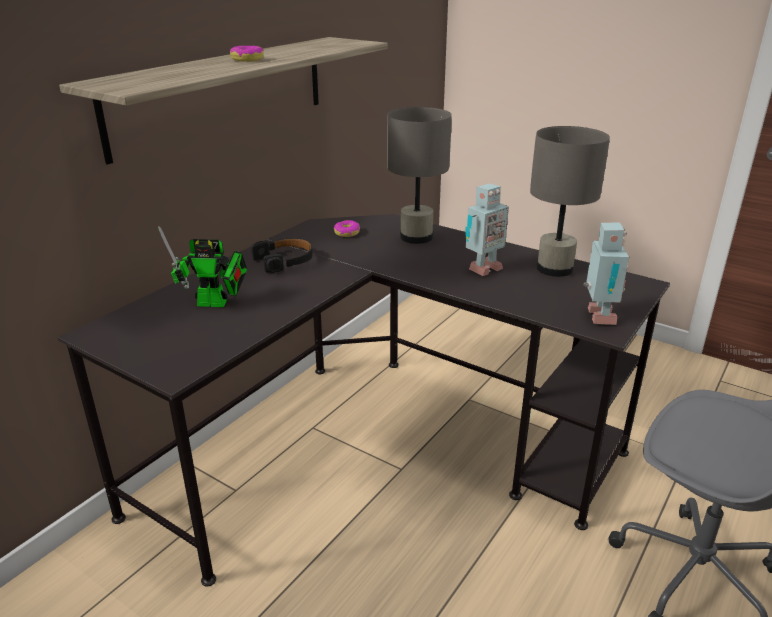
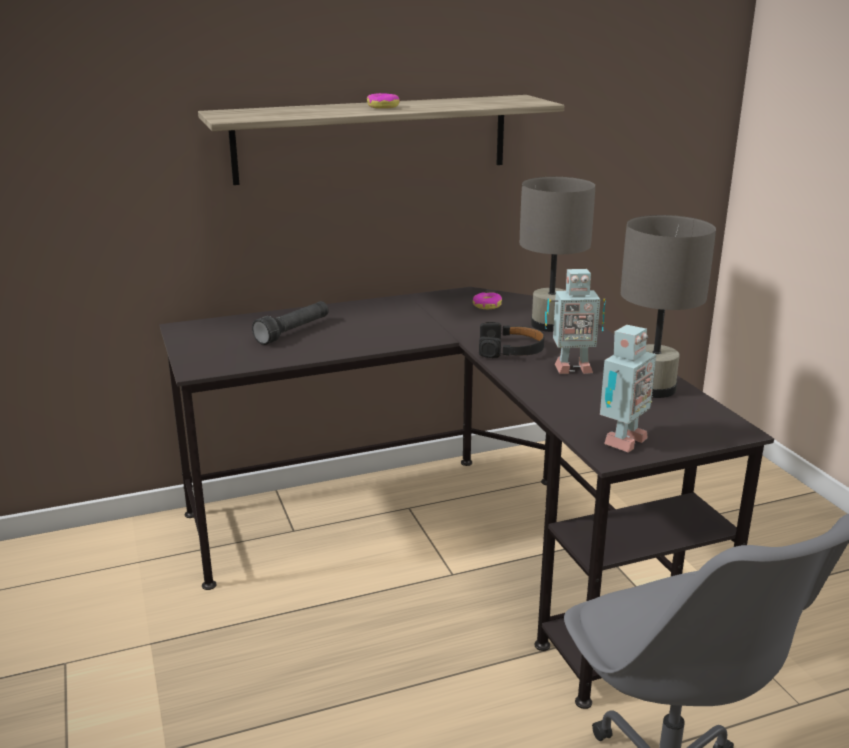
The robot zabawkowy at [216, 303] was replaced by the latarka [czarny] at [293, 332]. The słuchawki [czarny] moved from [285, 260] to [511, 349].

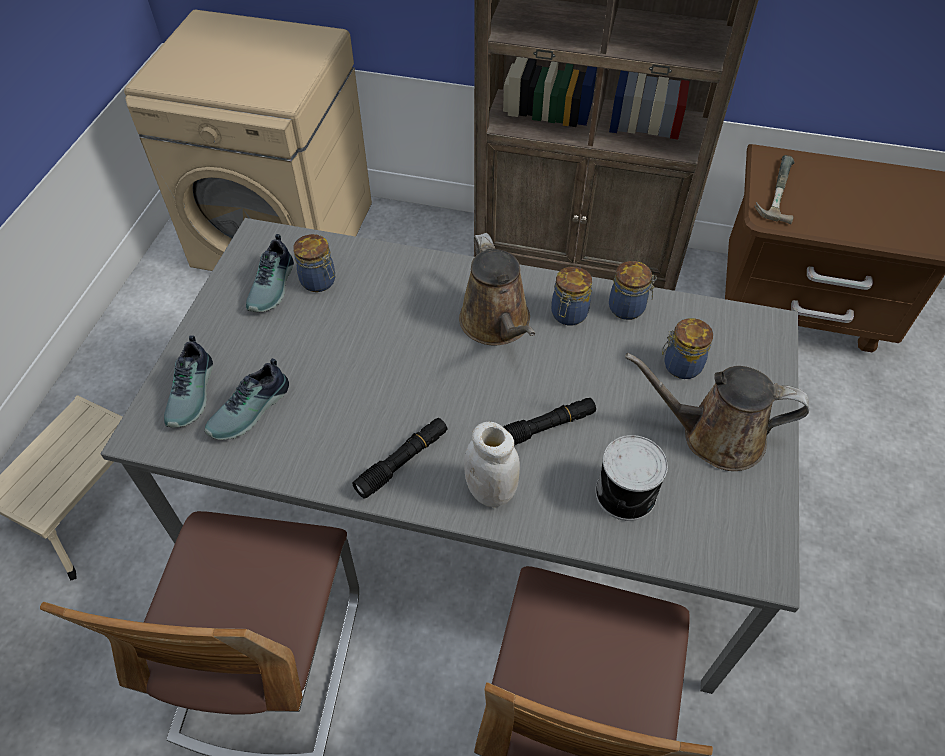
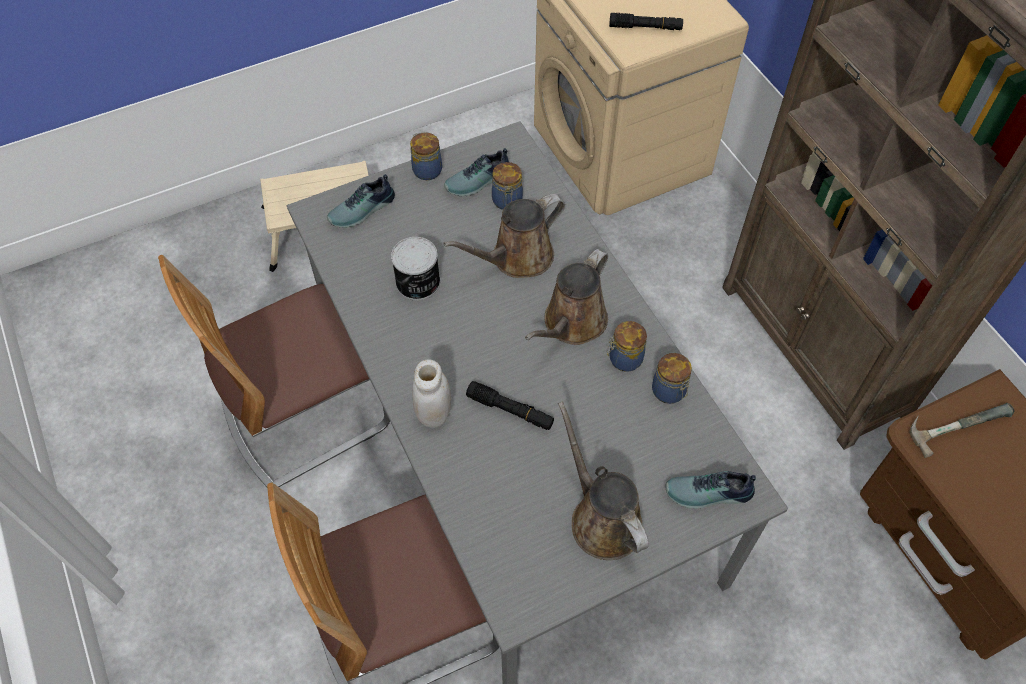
The słoik moved from [680, 366] to [426, 169]. The but moved from [251, 411] to [709, 494]. The latarka [czarny] moved from [402, 461] to [645, 27]. The puszka moved from [627, 494] to [418, 283]. The konewka [brązowy] at [517, 258] appeared.

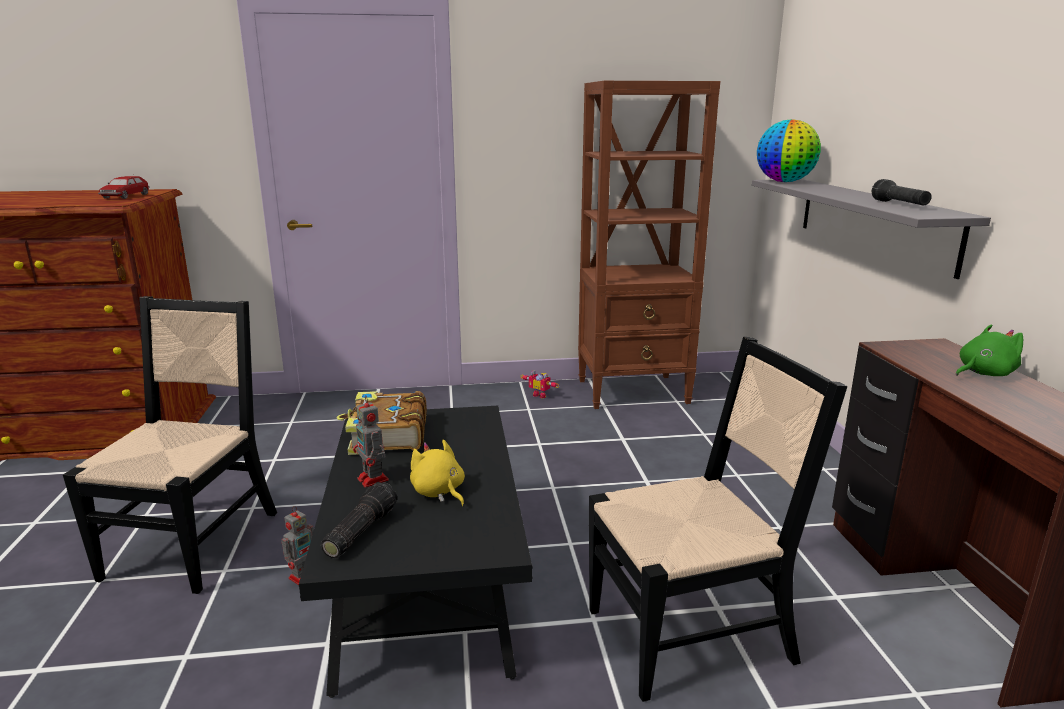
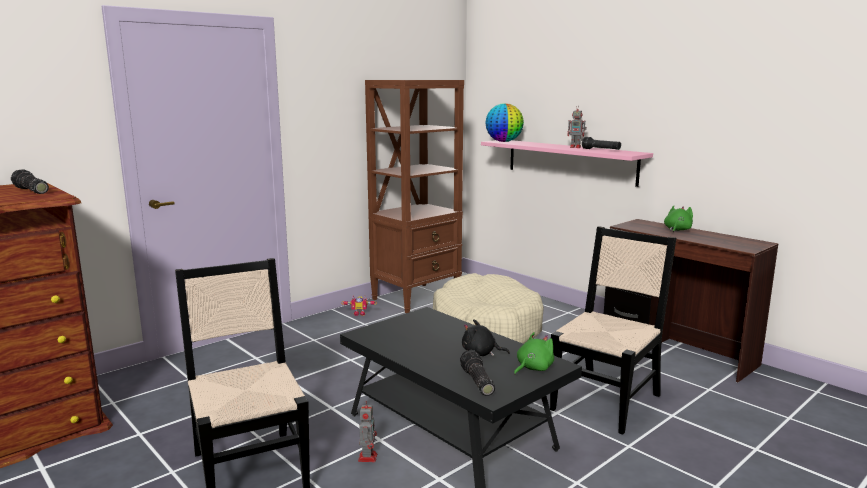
The samochodzik at [125, 196] was replaced by the latarka at [30, 191]. The półka [szary] at [872, 222] became the półka [różowy] at [570, 161]. The książka at [386, 436] disappeared. The robot zabawkowy moved from [373, 480] to [576, 147]. The pluszak [żółty] at [439, 492] became the pluszak [czarny] at [481, 353]. The legowisko [beżowy] at [486, 327] appeared. The pluszak [zielony] at [533, 368] appeared.

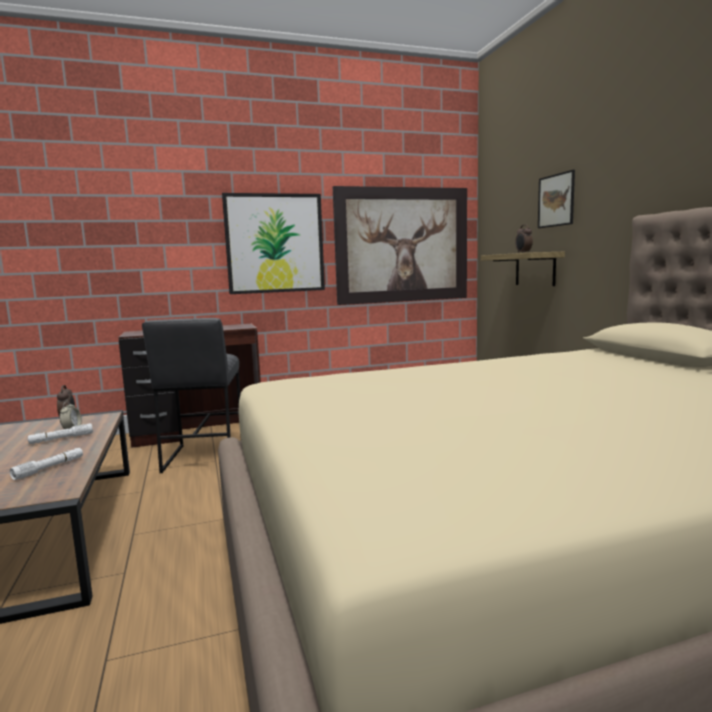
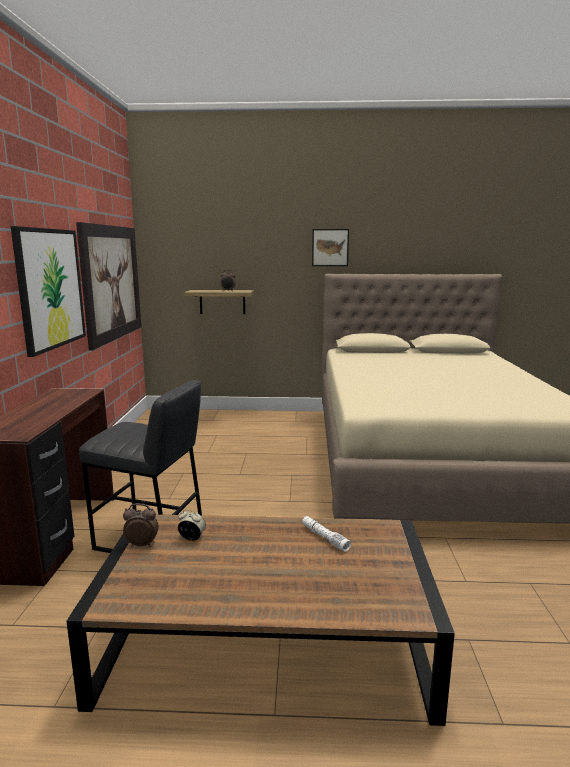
The obraz moved from [556, 200] to [330, 247]. The latarka [biały] at [61, 439] disappeared.

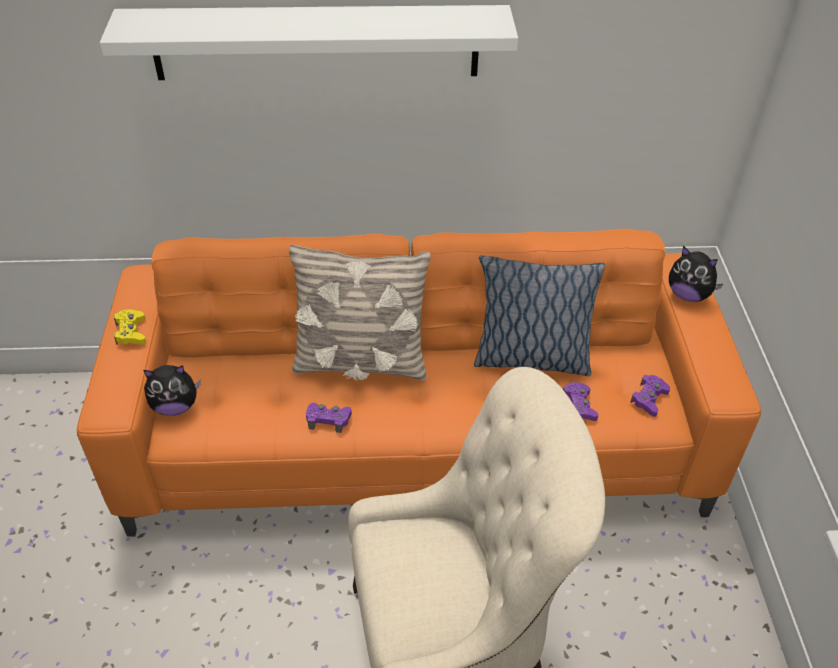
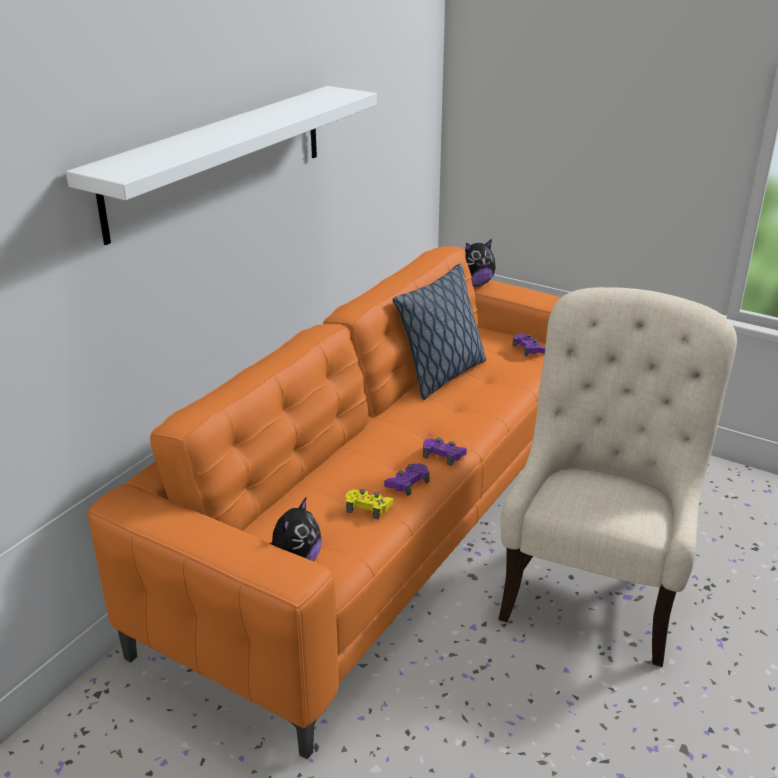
The poduszka [beżowy] at [361, 363] disappeared. The pad do gier [żółty] moved from [131, 332] to [368, 507]. The pad do gier [fioletowy] moved from [579, 406] to [443, 455].

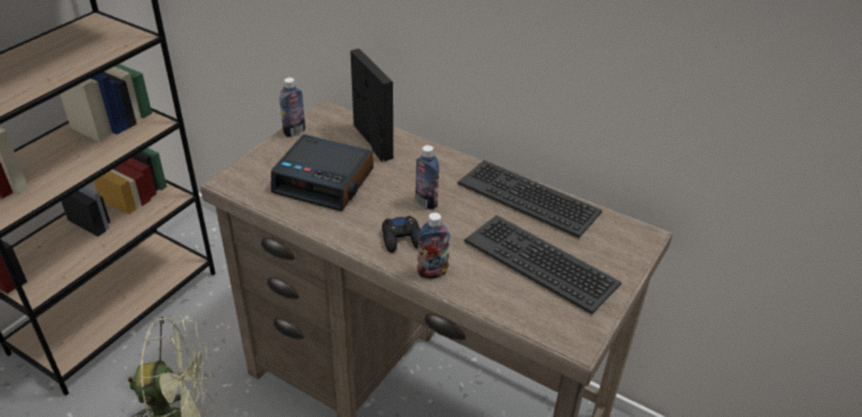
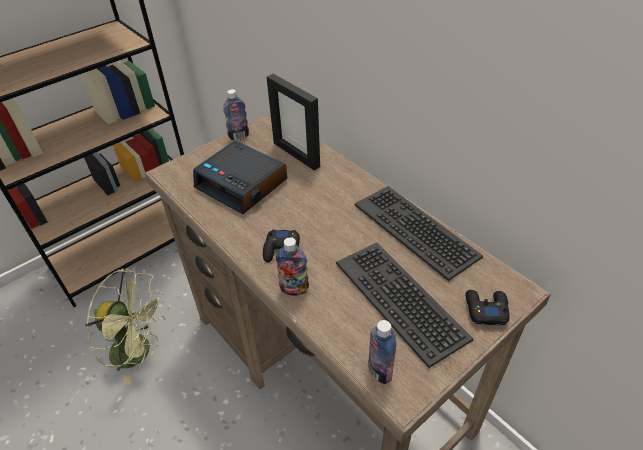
The ramka na zdjęcie at [371, 142] turned 150 degrees clockwise. The butelka moved from [426, 202] to [379, 371]. The pad do gier [czarny] at [485, 309] appeared.

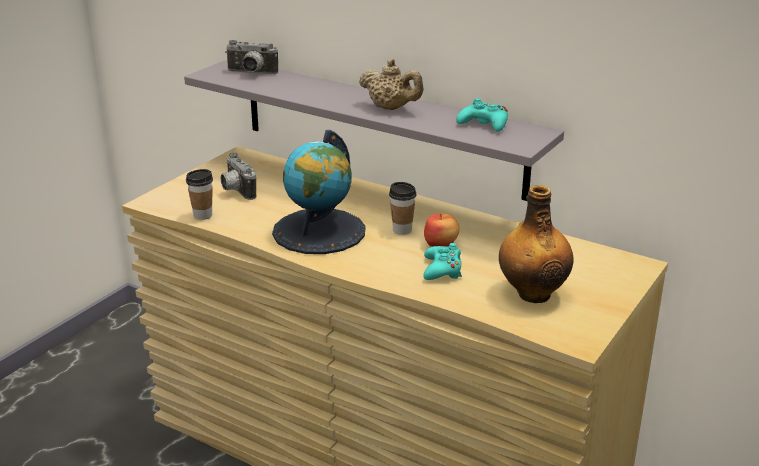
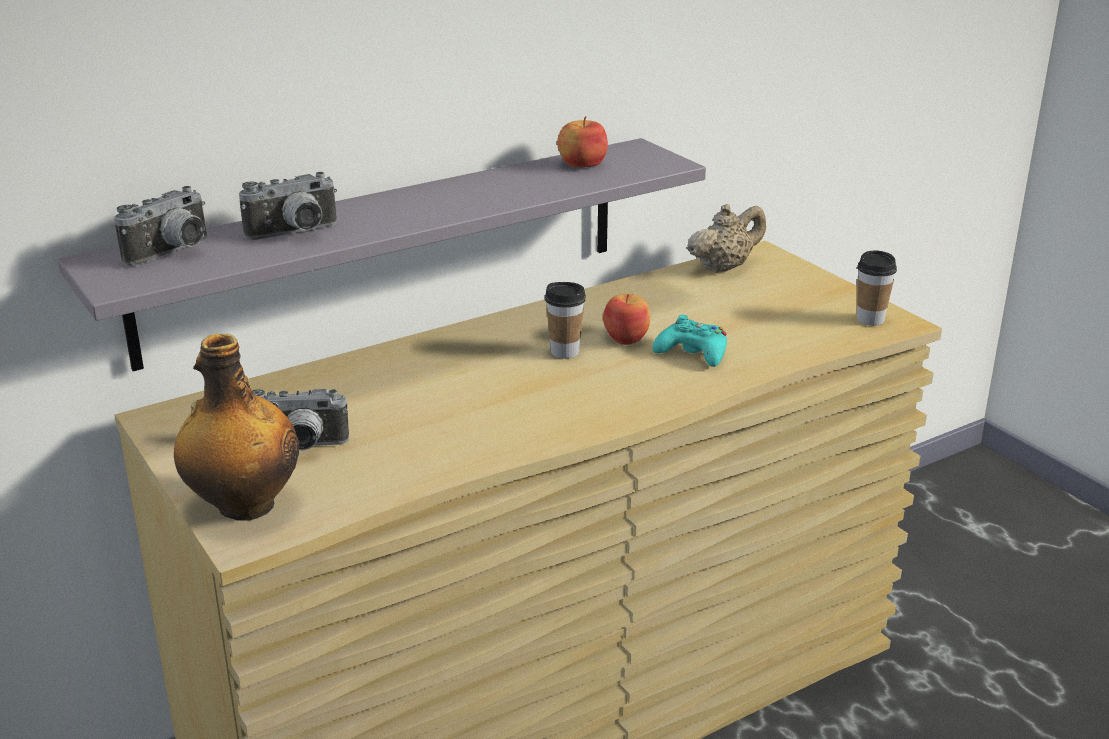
The imbryk [beżowy] moved from [391, 108] to [724, 267]. The pad do gier [turkusowy] at [484, 124] was replaced by the jabłko at [582, 164]. The globus at [319, 231] disappeared. The filiżanka moved from [203, 215] to [870, 320]. The butelka moved from [533, 293] to [244, 506]. The aparat fotograficzny at [295, 234] appeared.

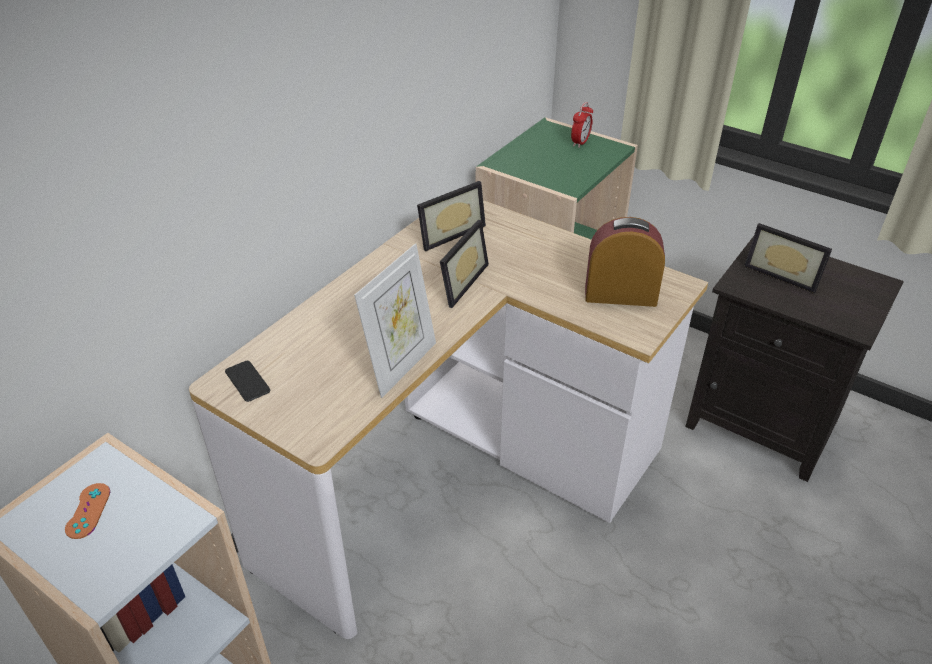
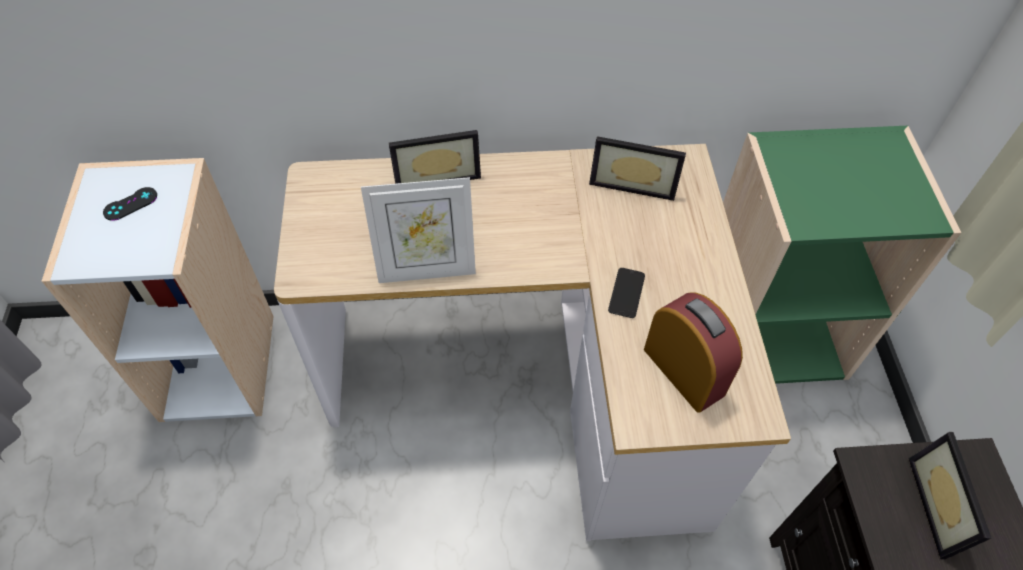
The budzik at [580, 142] disappeared. The ramka na zdjęcie moved from [457, 282] to [436, 173]. The telefon moved from [247, 381] to [626, 293]. The pad do gier [pomarańczowy] at [88, 511] became the pad do gier [czarny] at [130, 204].

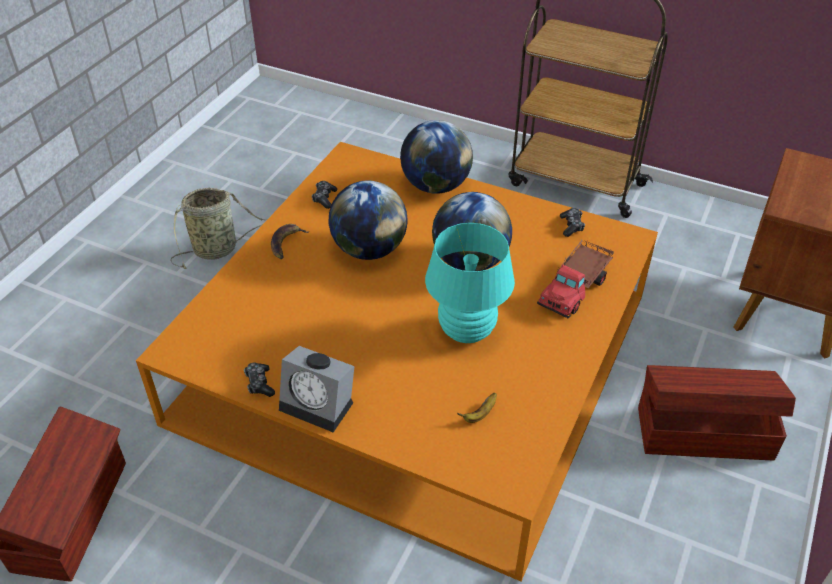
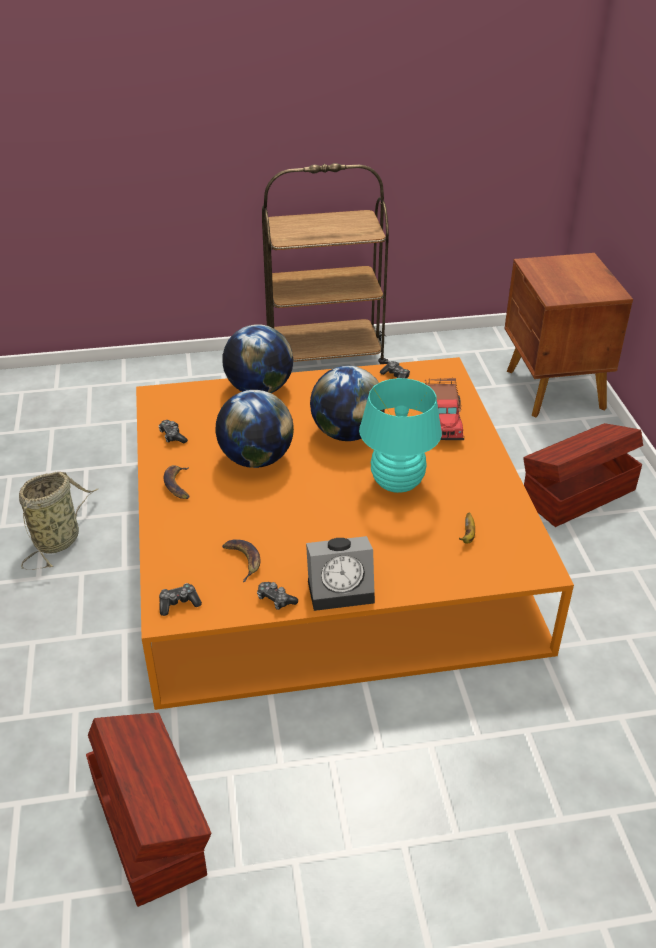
The banan at [243, 560] appeared. The pad do gier at [179, 603] appeared.

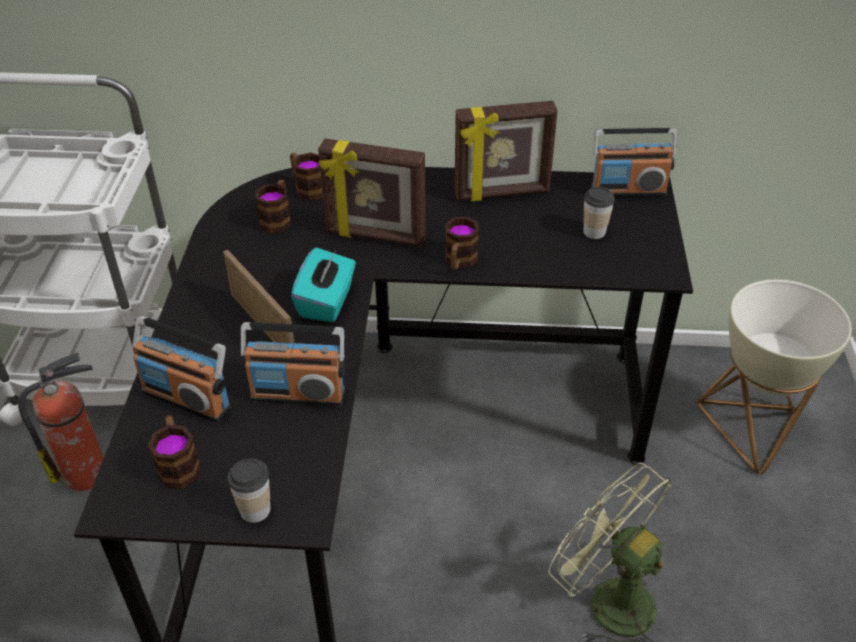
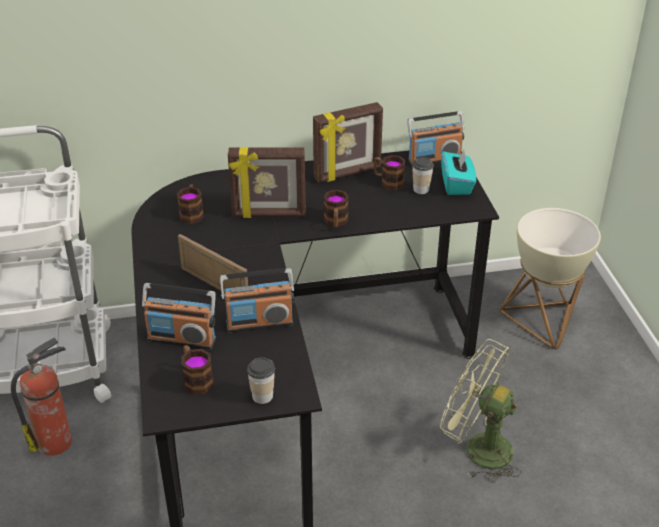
The kubek moved from [307, 188] to [388, 182]. The pudełko chusteczek [turkusowy] moved from [327, 302] to [457, 185].

